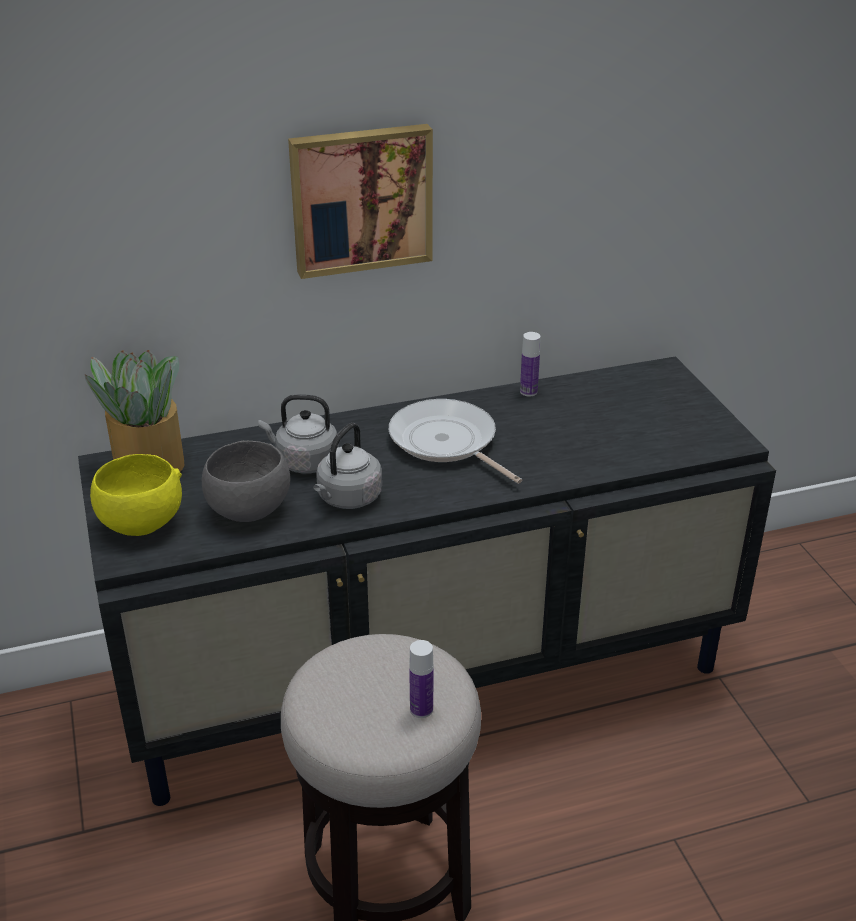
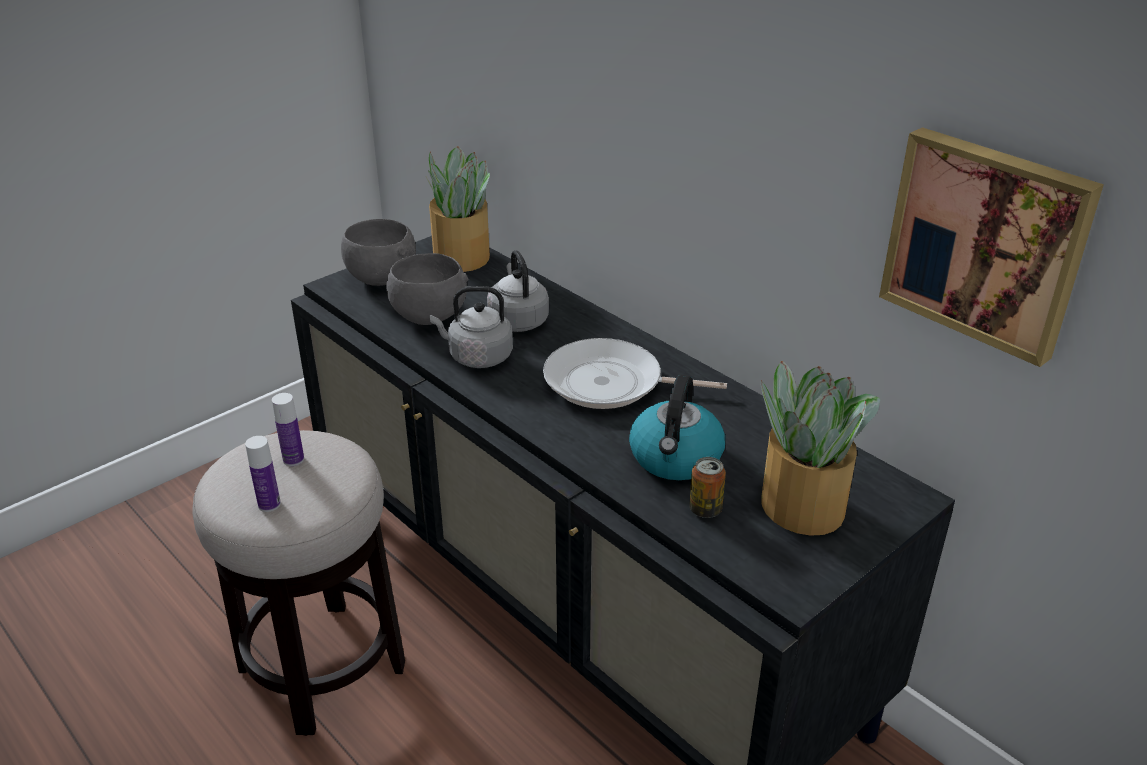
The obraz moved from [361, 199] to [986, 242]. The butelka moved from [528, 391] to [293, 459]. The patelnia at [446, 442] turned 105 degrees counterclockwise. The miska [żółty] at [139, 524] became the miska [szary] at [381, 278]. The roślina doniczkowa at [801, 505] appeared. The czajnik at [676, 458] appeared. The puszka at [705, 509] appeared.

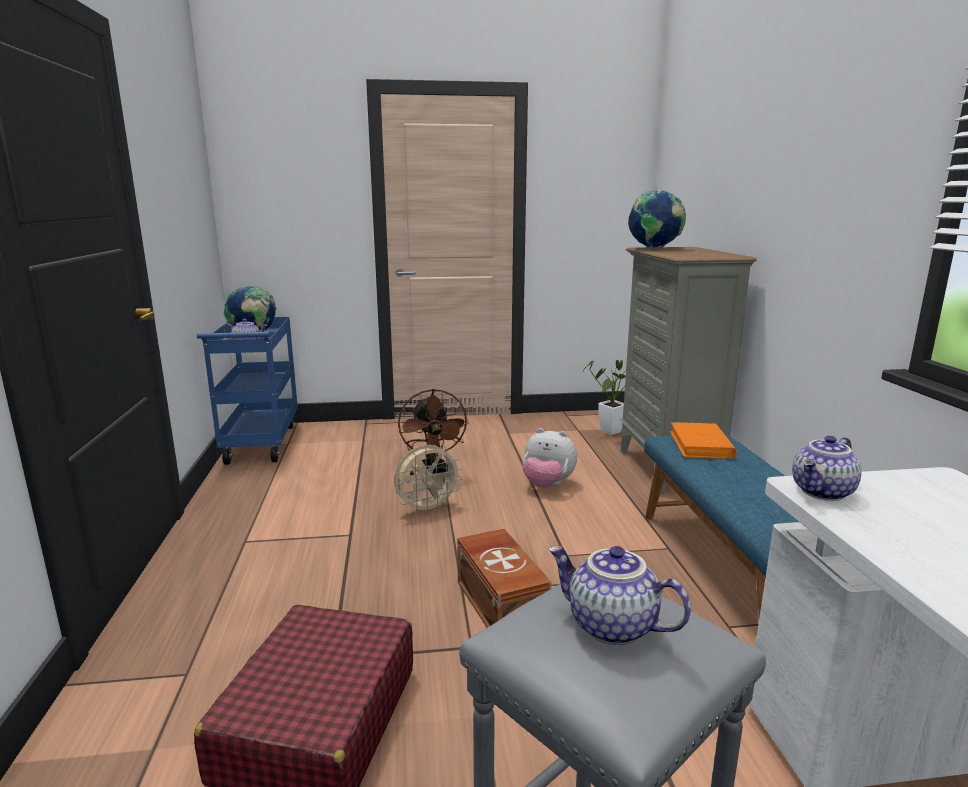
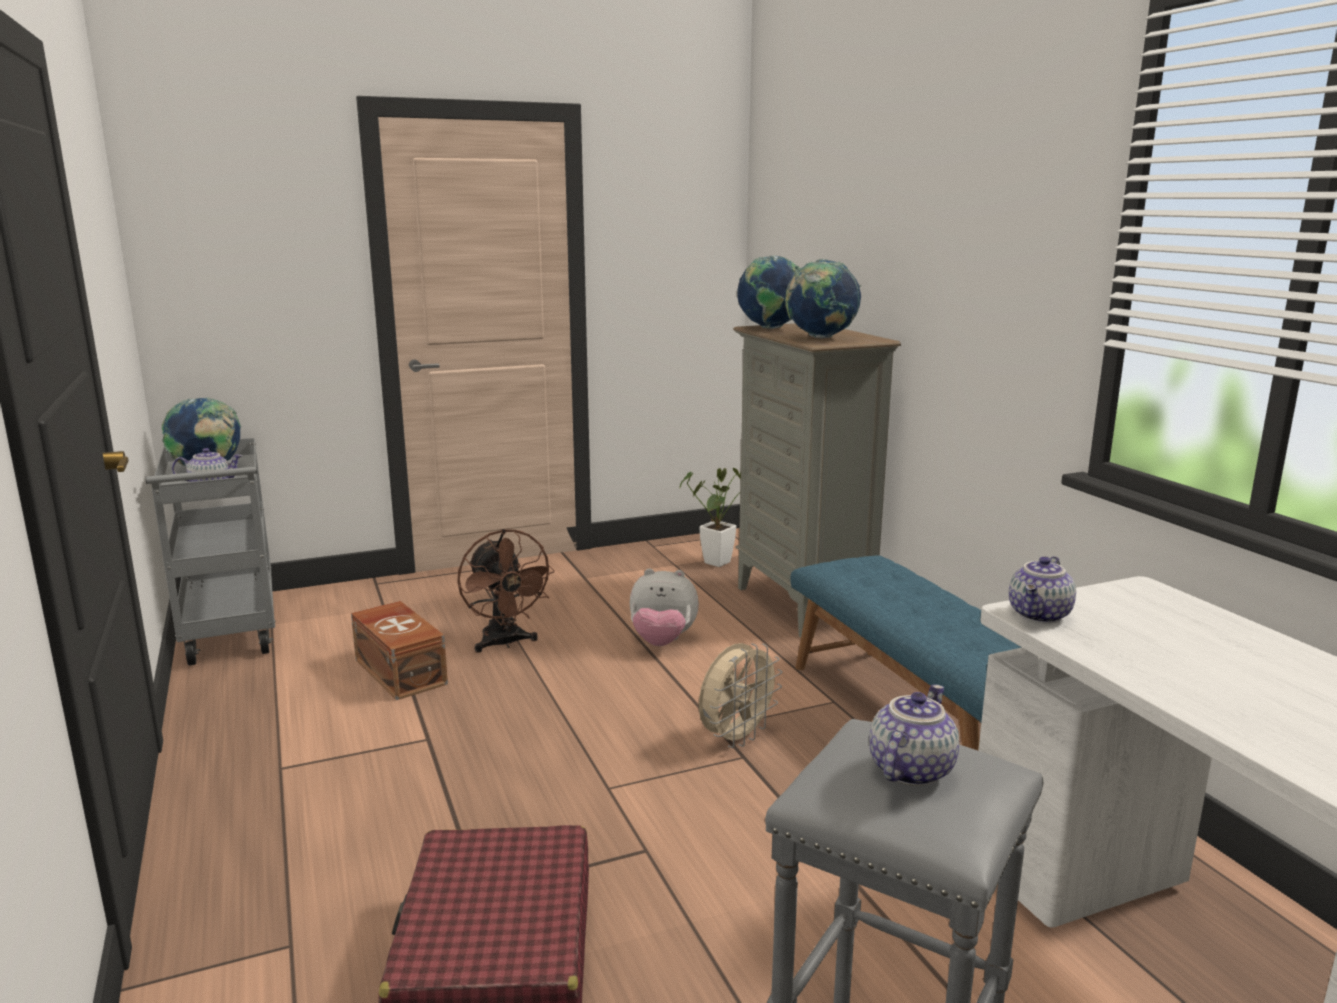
The wózek [niebieski] at [261, 445] became the wózek [szary] at [231, 631]. The książka [pomarańczowy] at [700, 445] disappeared. The wentylator [beżowy] moved from [427, 509] to [736, 738]. The pojemnik do przechowywania [brązowy] moved from [502, 604] to [401, 671]. The imbryk at [610, 626] turned 105 degrees clockwise. The globus at [820, 338] appeared.

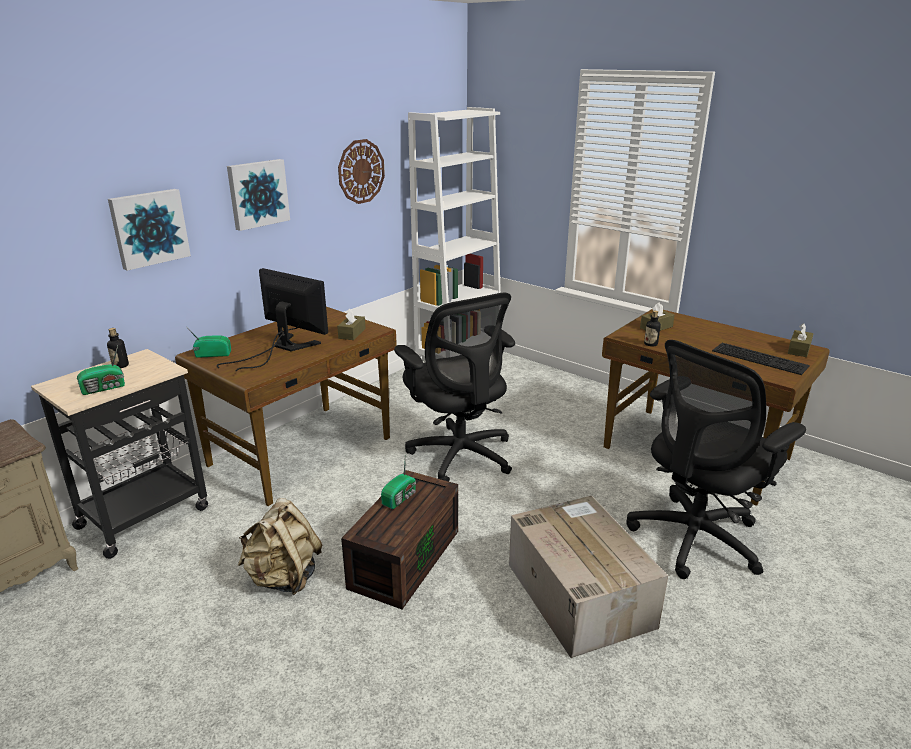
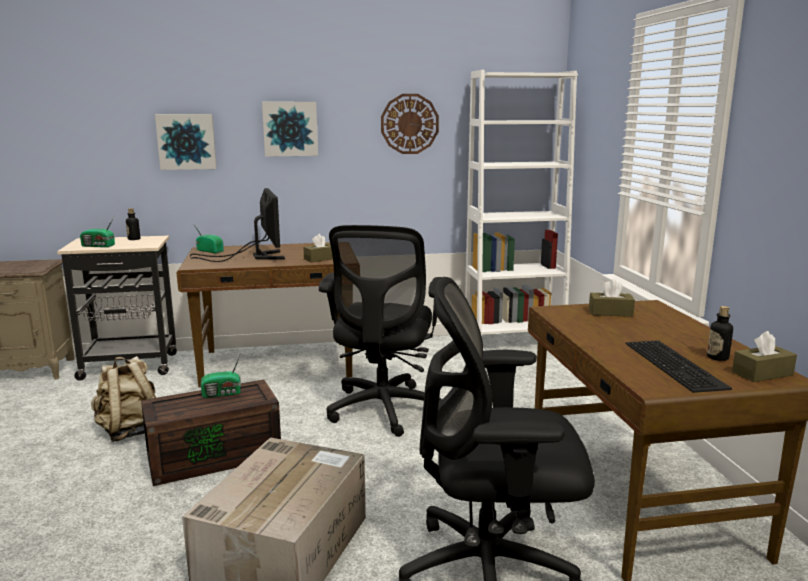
The butelka moved from [650, 344] to [717, 357].

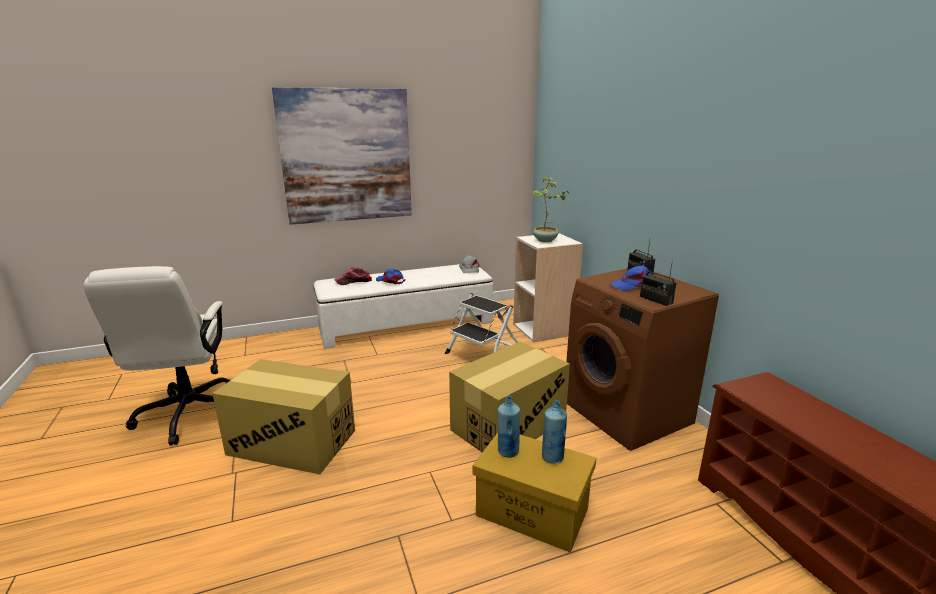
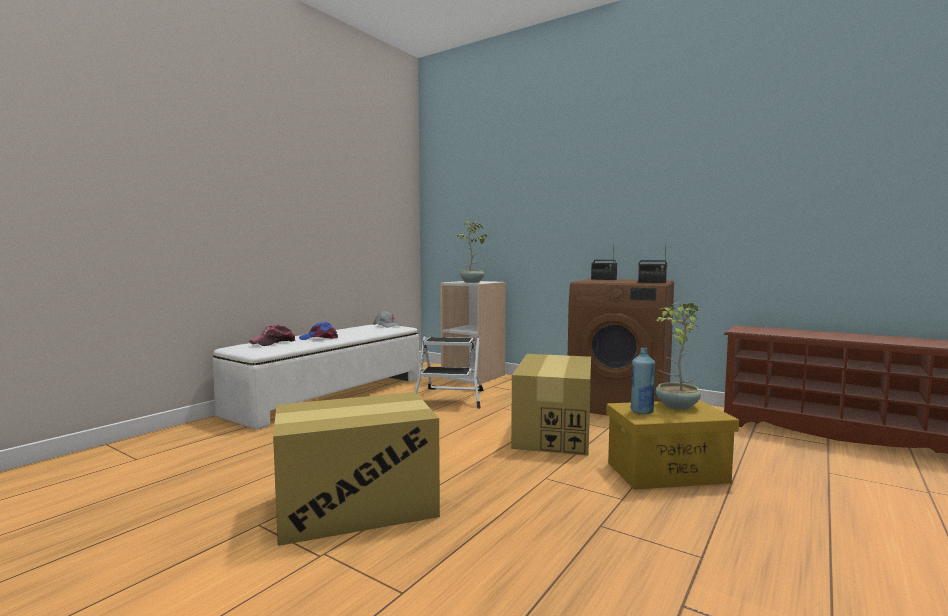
The obraz at [347, 156] disappeared. The czapka z daszkiem [niebieski] at [632, 285] disappeared. The krzesło biurowe [biały] at [189, 417] disappeared. The butelka [niebieski] at [552, 457] was replaced by the roślina doniczkowa at [676, 406].

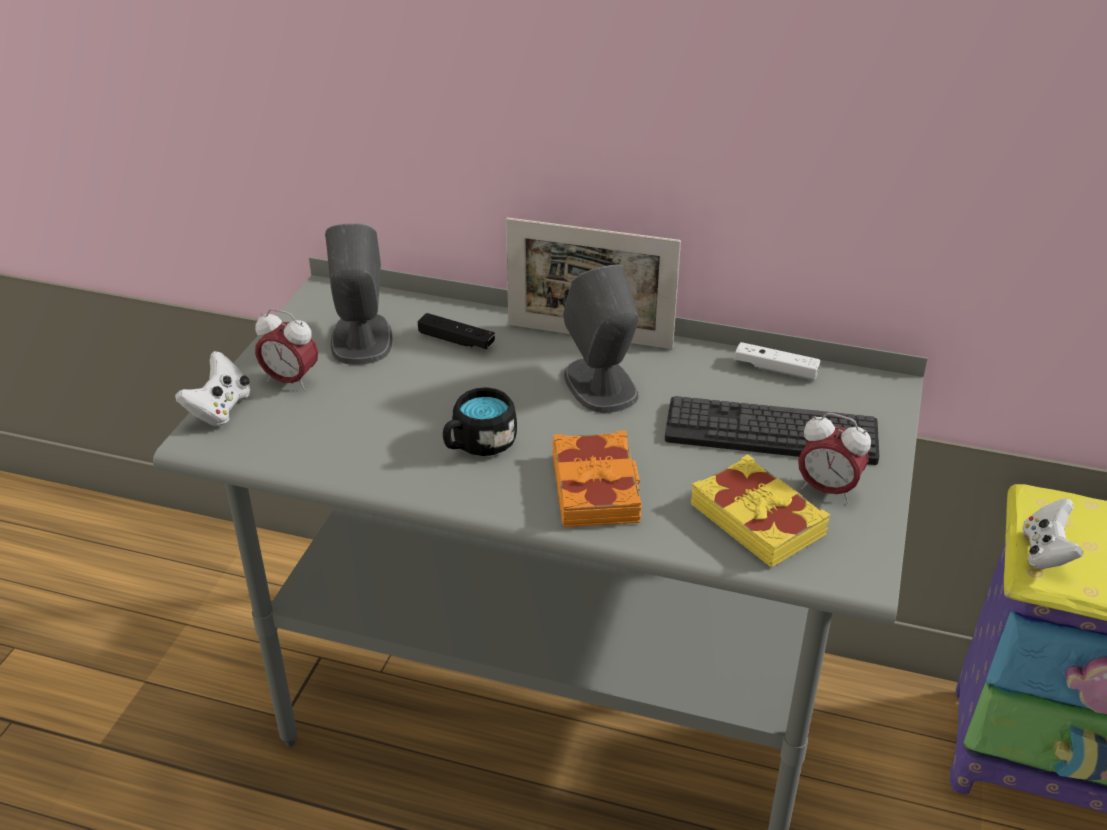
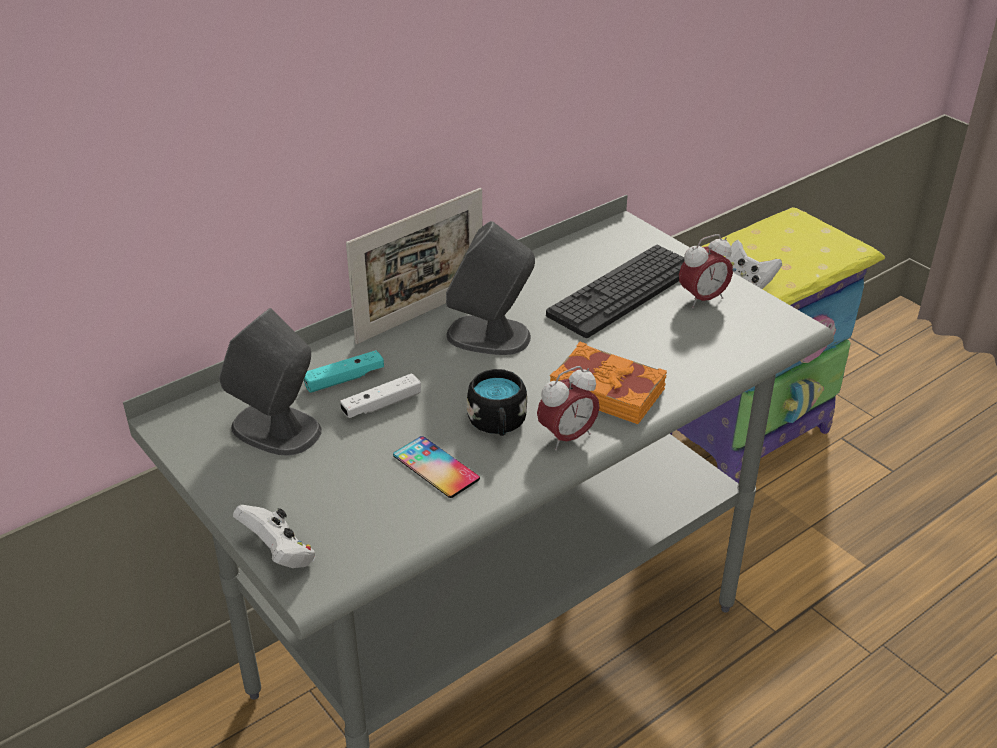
The budzik moved from [290, 381] to [567, 437]. The pad do gier [czarny] at [456, 340] became the pad do gier [turkusowy] at [344, 379]. The pad do gier [biały] moved from [775, 369] to [381, 404]. The książka [żółty] at [758, 519] disappeared. The telefon at [436, 467] appeared.

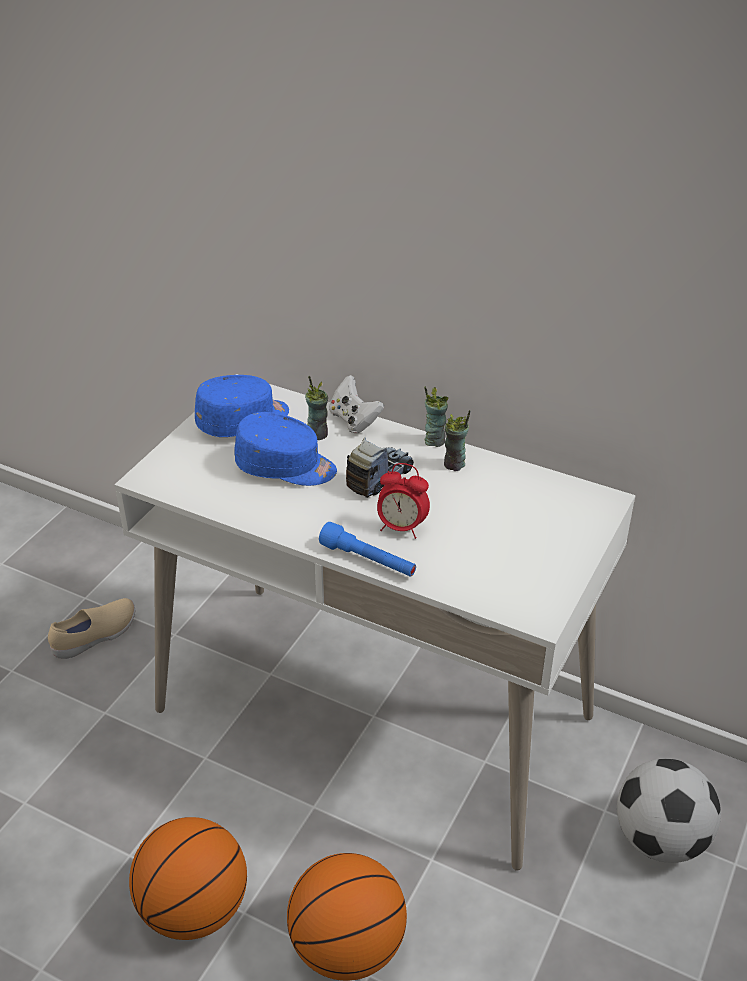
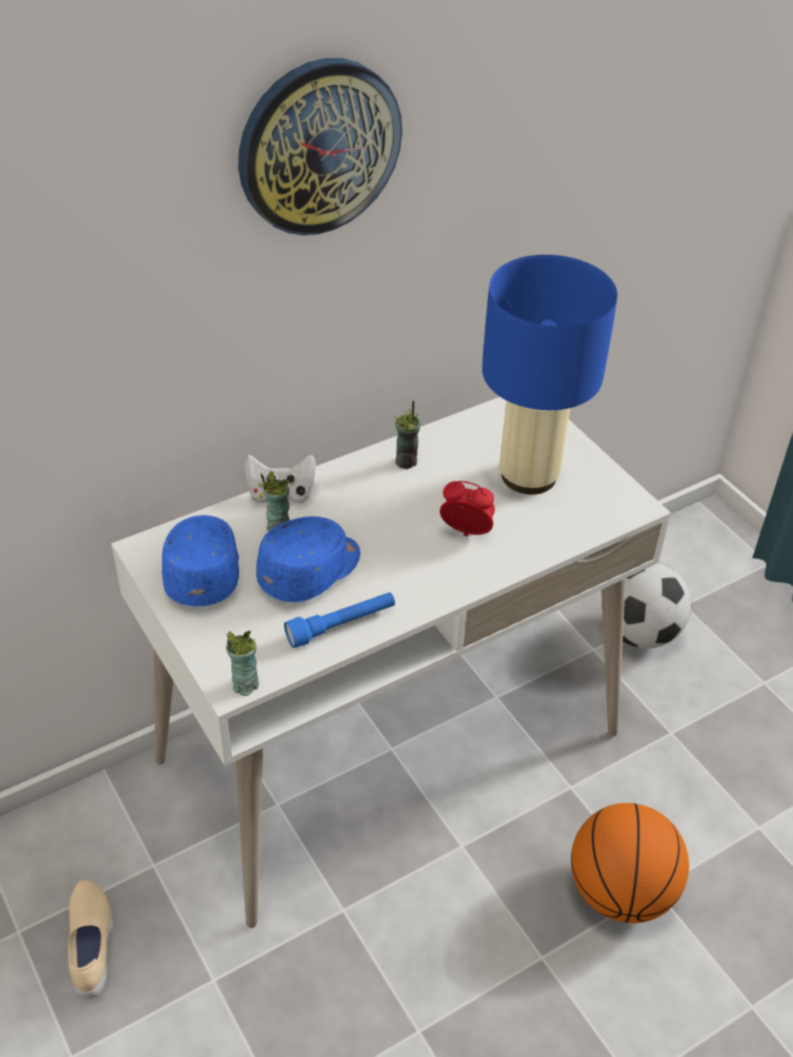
The filiżanka moved from [434, 440] to [245, 684]. The ciężarówka zabawkowa at [379, 478] disappeared. The budzik at [401, 528] turned 120 degrees counterclockwise. The latarka [niebieski] moved from [368, 561] to [341, 626]. The piłka do koszykówki at [194, 909] disappeared. The zegar ścienny at [318, 147] appeared. The lampa stołowa [niebieski] at [529, 475] appeared.

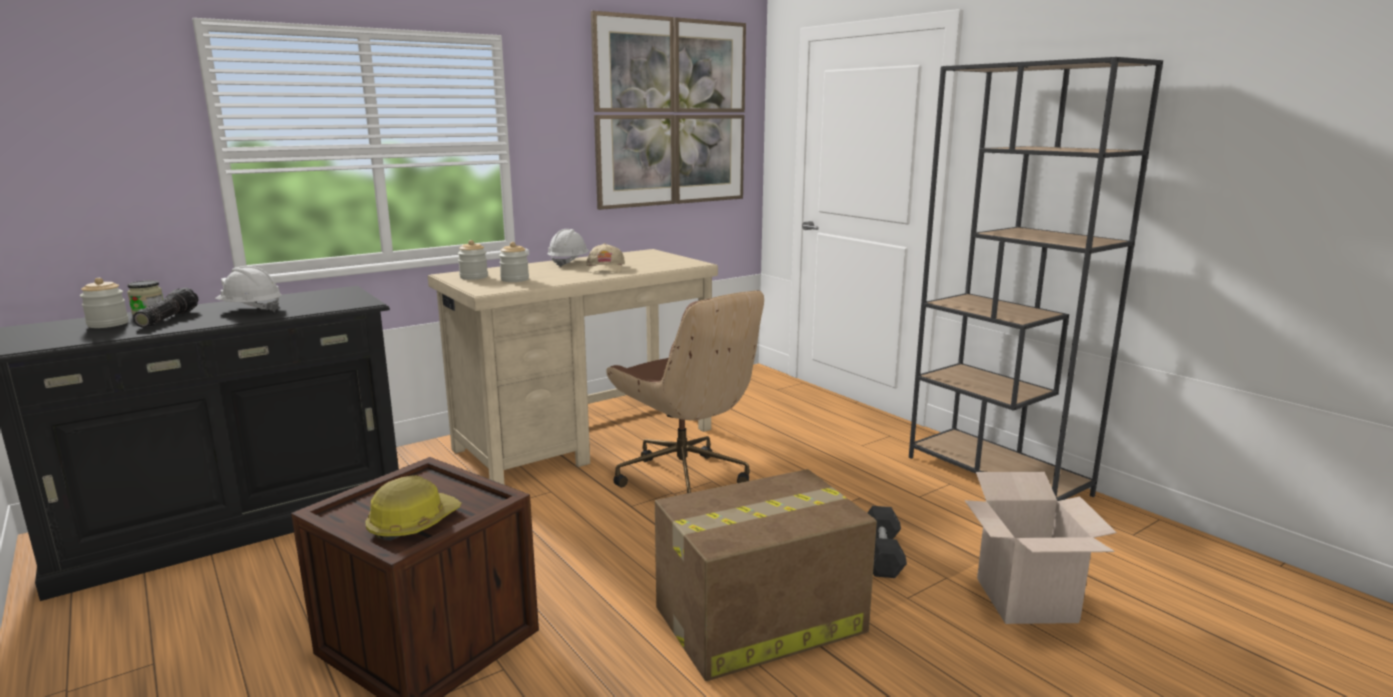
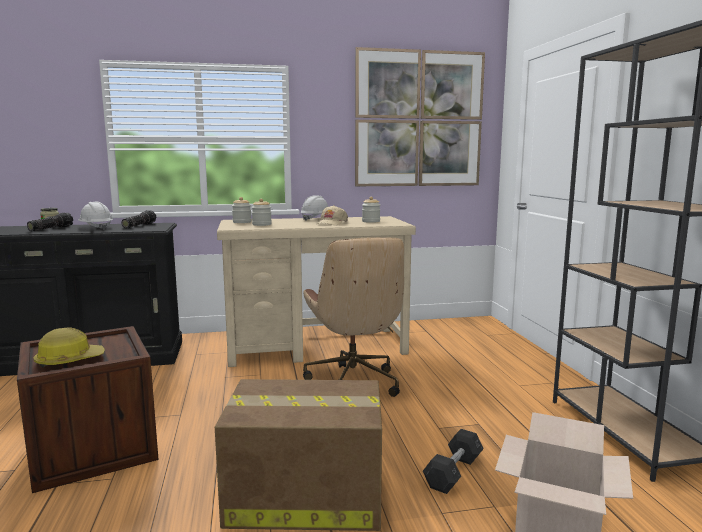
The słoik moved from [108, 324] to [371, 221]. The latarka at [138, 226] appeared.

